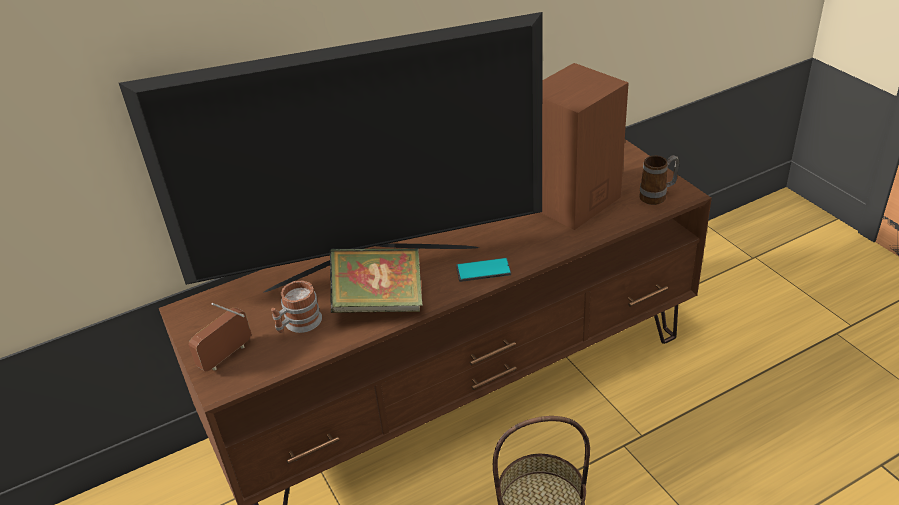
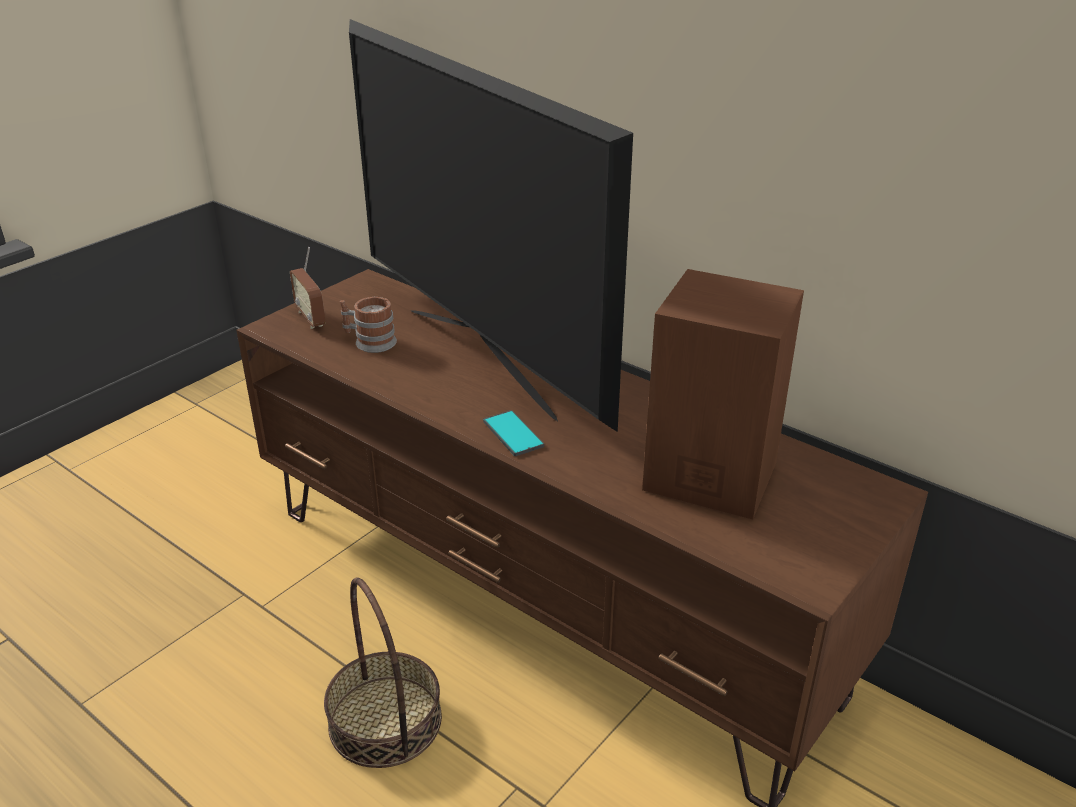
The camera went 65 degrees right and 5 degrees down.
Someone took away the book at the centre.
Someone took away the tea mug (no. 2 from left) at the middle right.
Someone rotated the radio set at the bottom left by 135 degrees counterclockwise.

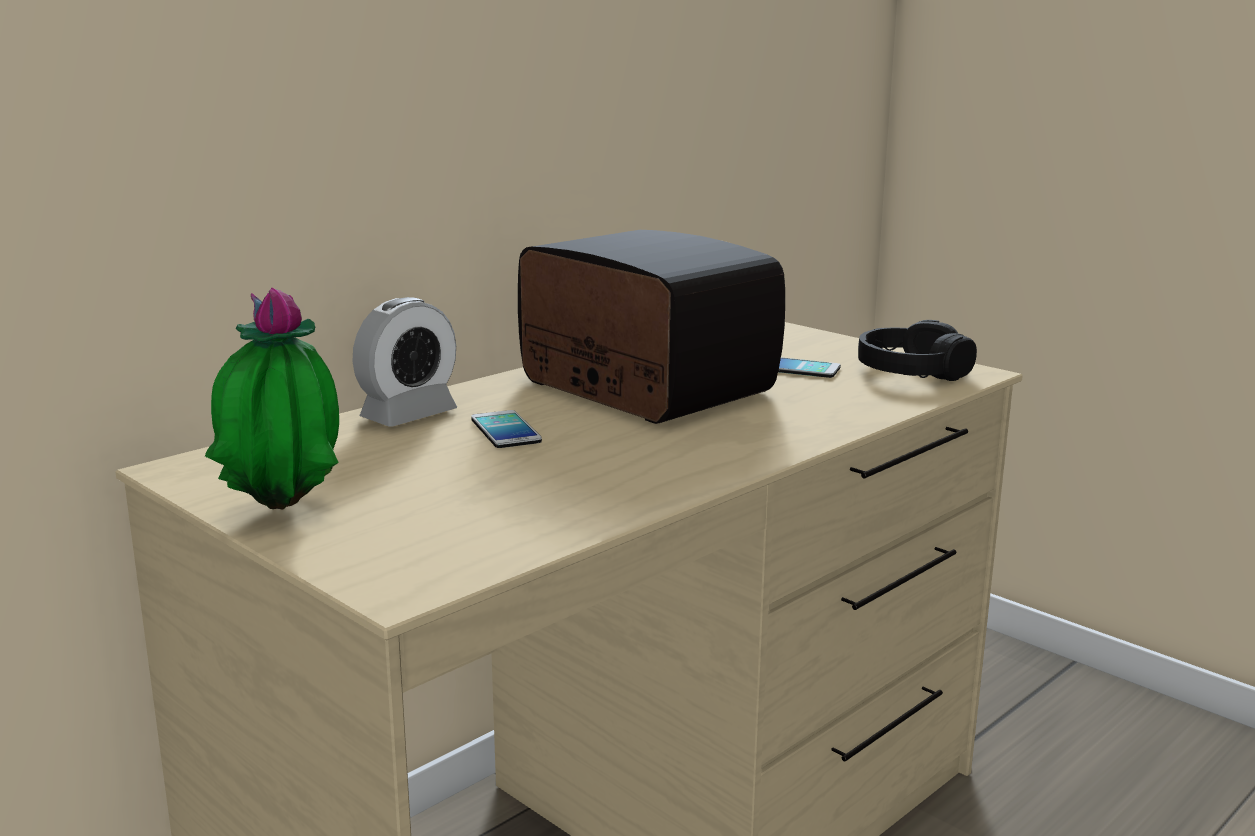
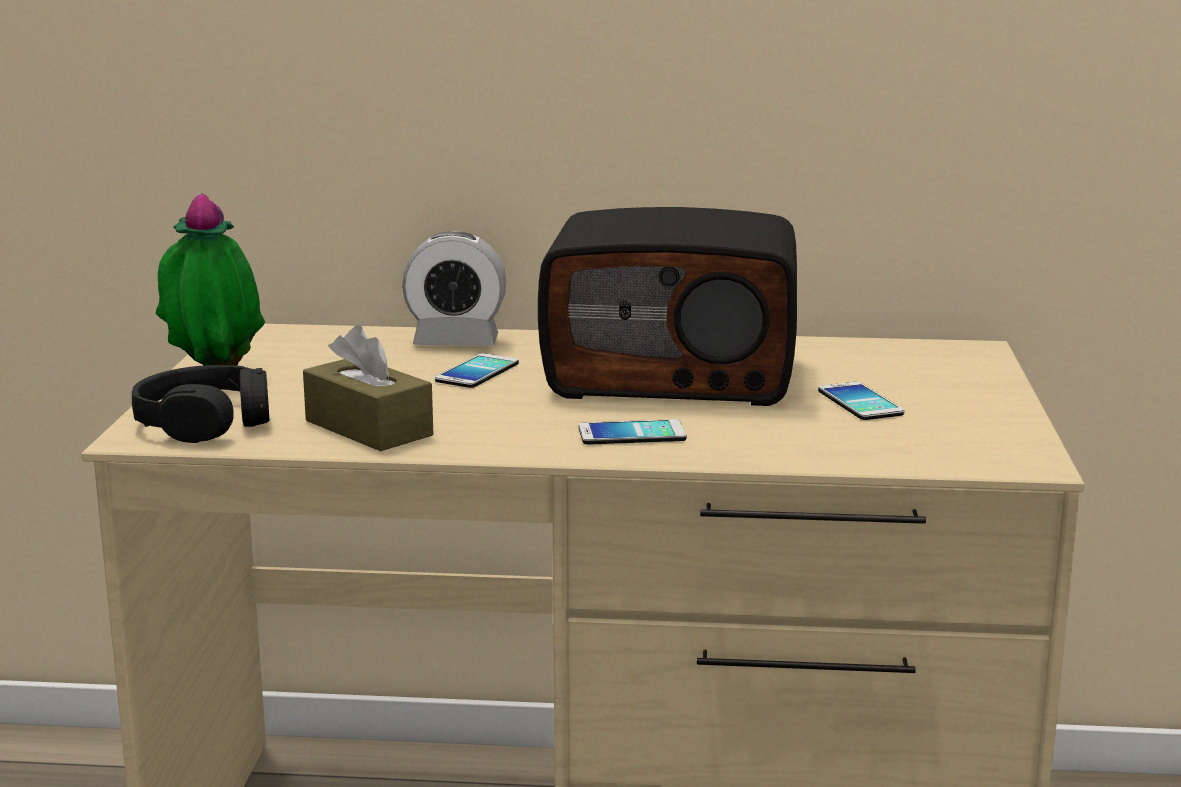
The camera went 50 degrees right and 0 degrees up.
Someone put down the tissue box in brown-coloured at the middle left.
Someone put down the telephone (no. 2 from left) at the centre.
Someone carried the headphones in black-coloured from the middle right to the middle left.
Someone rotated the radio set at the centre by 90 degrees clockwise.

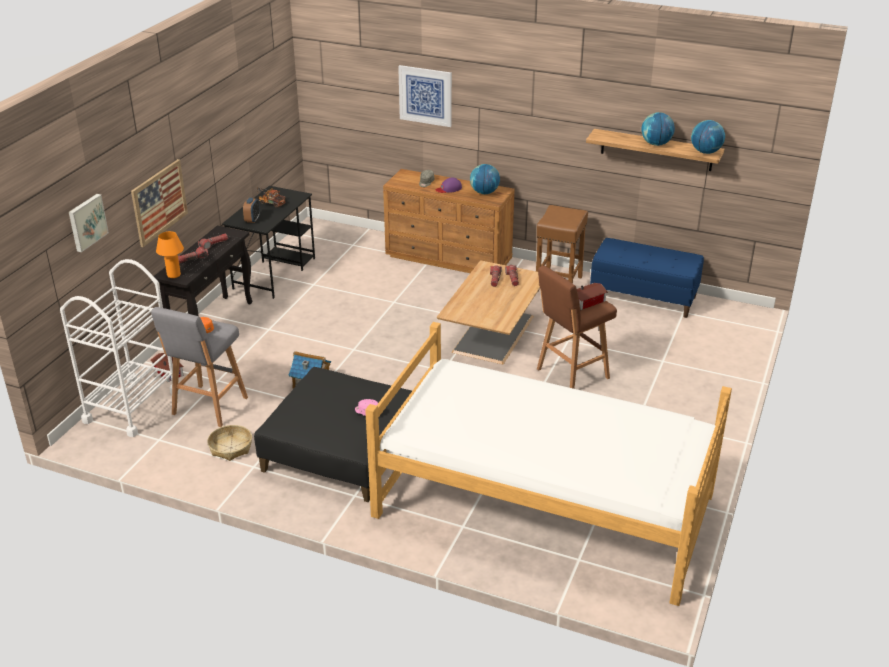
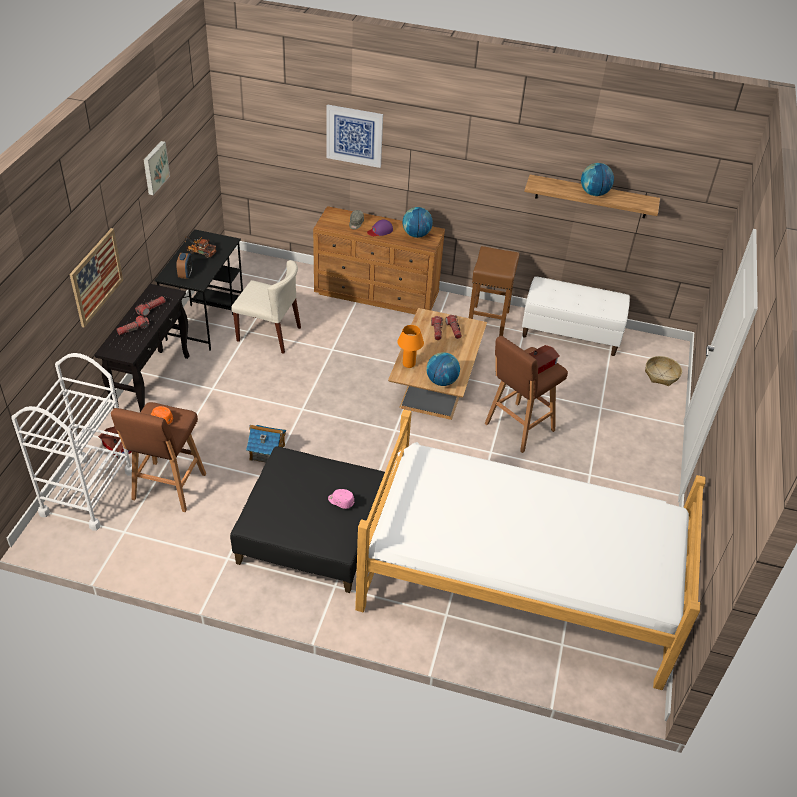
The camera went 10 degrees left and 10 degrees up.
Someone put down the plain chair in sand-coloured at the centre.
Someone carried the wall art (no. 1 from left in the first image) from the middle left to the top left.
Someone carried the table lamp in orange-coloured from the middle left to the centre.
Someone carried the basket from the middle left to the middle right.
Someone carried the globe (no. 3 from left in the first image) from the top right to the centre.
Someone repainted the stool seat in greyish at the middle left, which became the stool seat in brown-coloured (no. 1 from left) at the middle left.
Someone repainted the bench in blue-coloured at the middle right, which became the bench in white-coloured at the middle right.

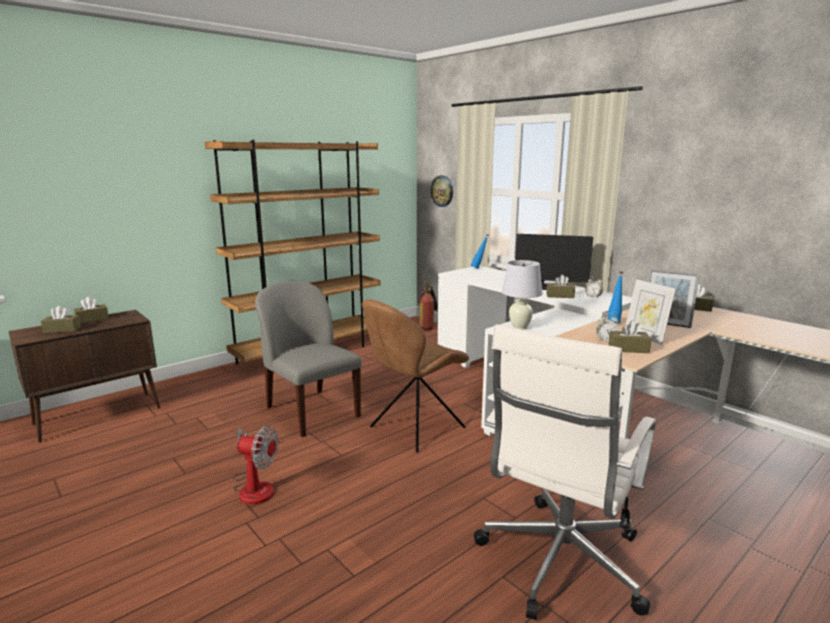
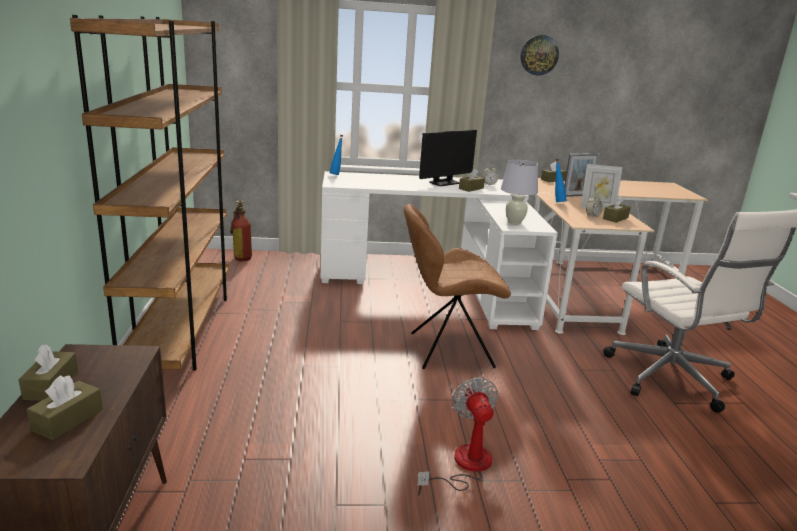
The camera went 55 degrees left and 5 degrees up.
Someone took away the plain chair in greyish at the centre.
Someone carried the hanging clock from the top centre to the top right.
Someone rotated the cooling fan at the bottom left by 60 degrees counterclockwise.
Someone rotated the plain chair in brown-coloured at the centre by 90 degrees clockwise.

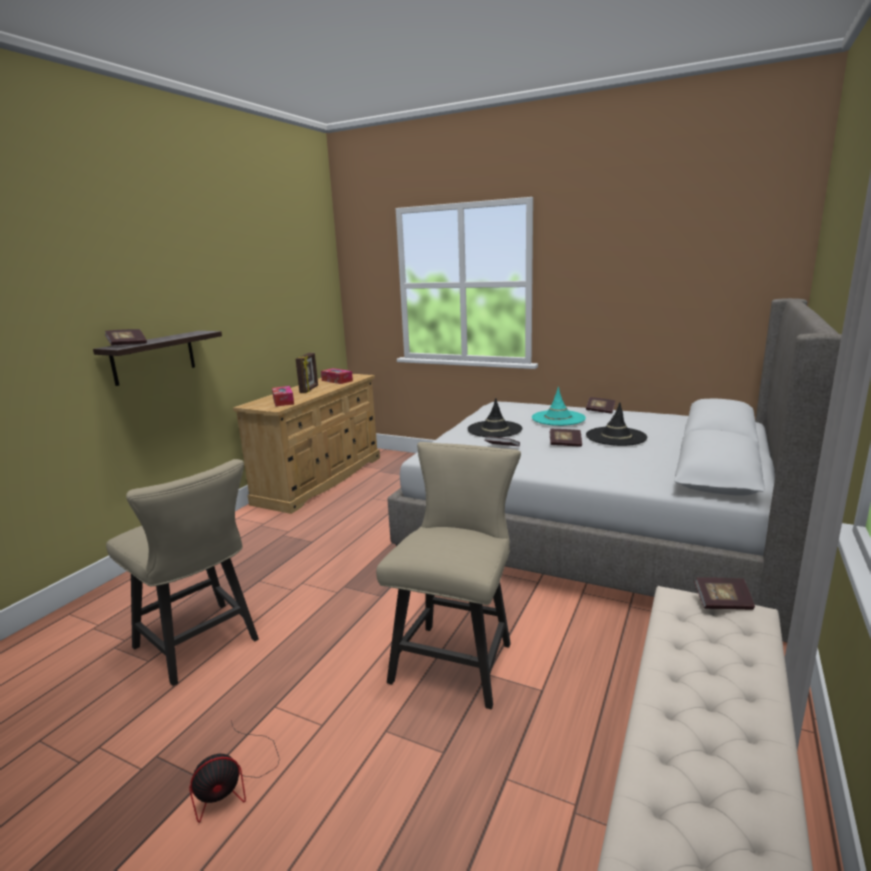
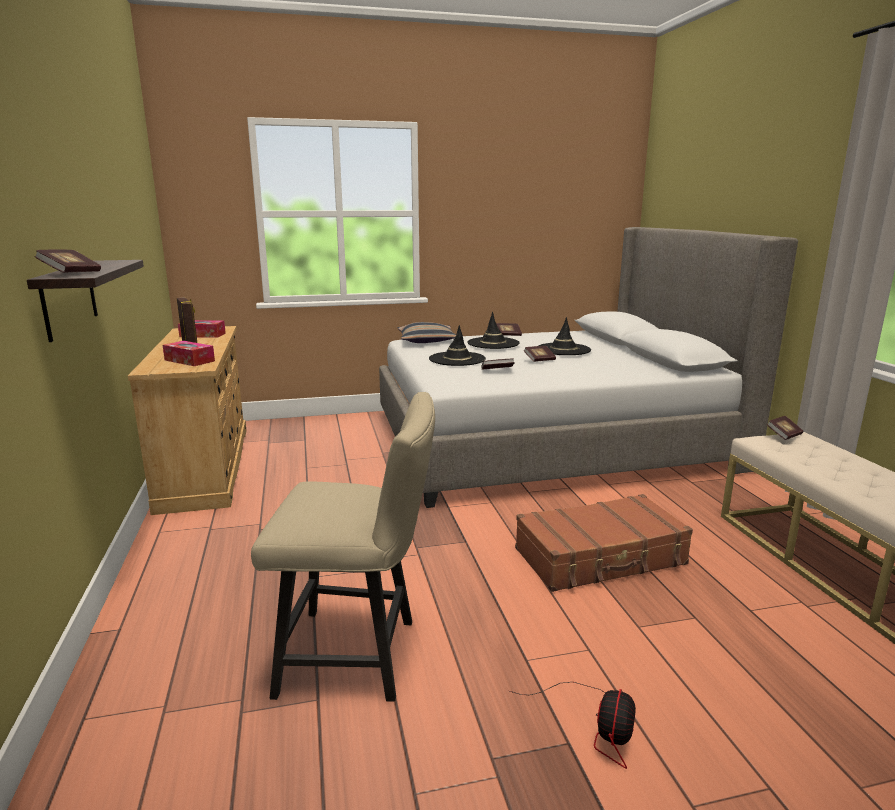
The camera went 40 degrees left and 0 degrees up.
Someone put down the pillow at the centre.
Someone swapped the plain chair in sand-coloured (no. 2 from left) at the centre for the travel case in brown-coloured at the bottom right.
Someone repainted the wearable hat in turquoise-coloured at the centre, which became the wearable hat in black-coloured (no. 2 from left) at the centre.

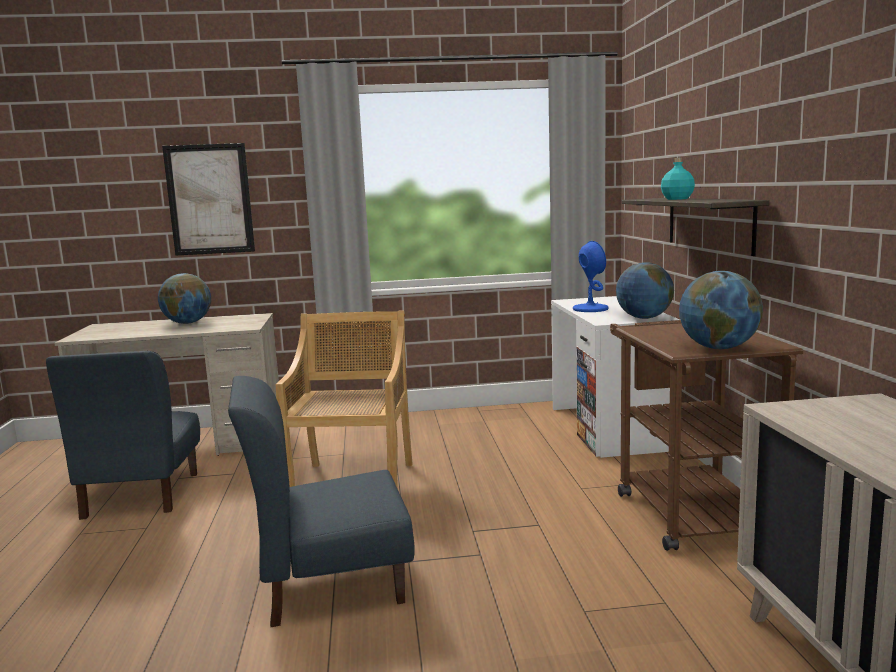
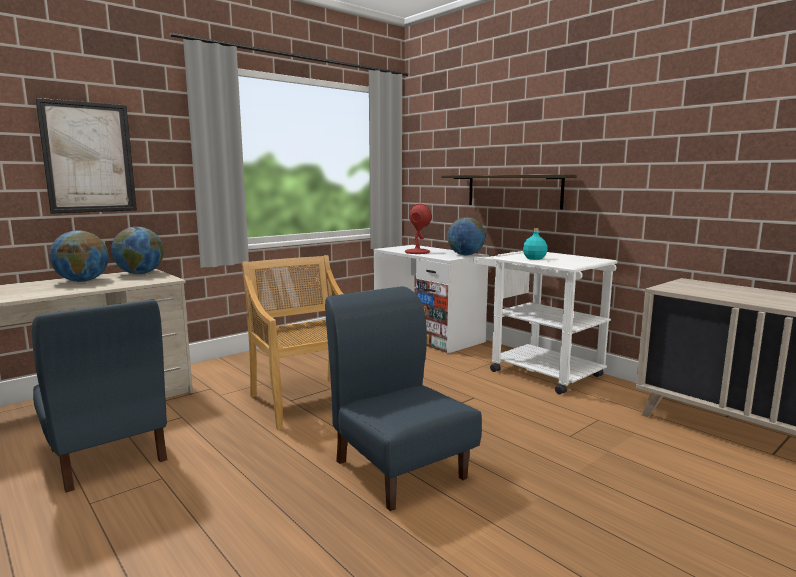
The camera went 35 degrees left and 0 degrees up.
Someone carried the drink bottle in turquoise-coloured from the top right to the middle right.
Someone carried the globe (no. 3 from left in the first image) from the middle right to the middle left.
Someone repainted the table lamp in blue-coloured at the centre, which became the table lamp in red at the centre.
Someone repainted the cart in brown-coloured at the middle right, which became the cart in white-coloured at the middle right.
Someone rotated the plain chair in blue-coloured (no. 2 from left) at the bottom centre by 105 degrees clockwise.

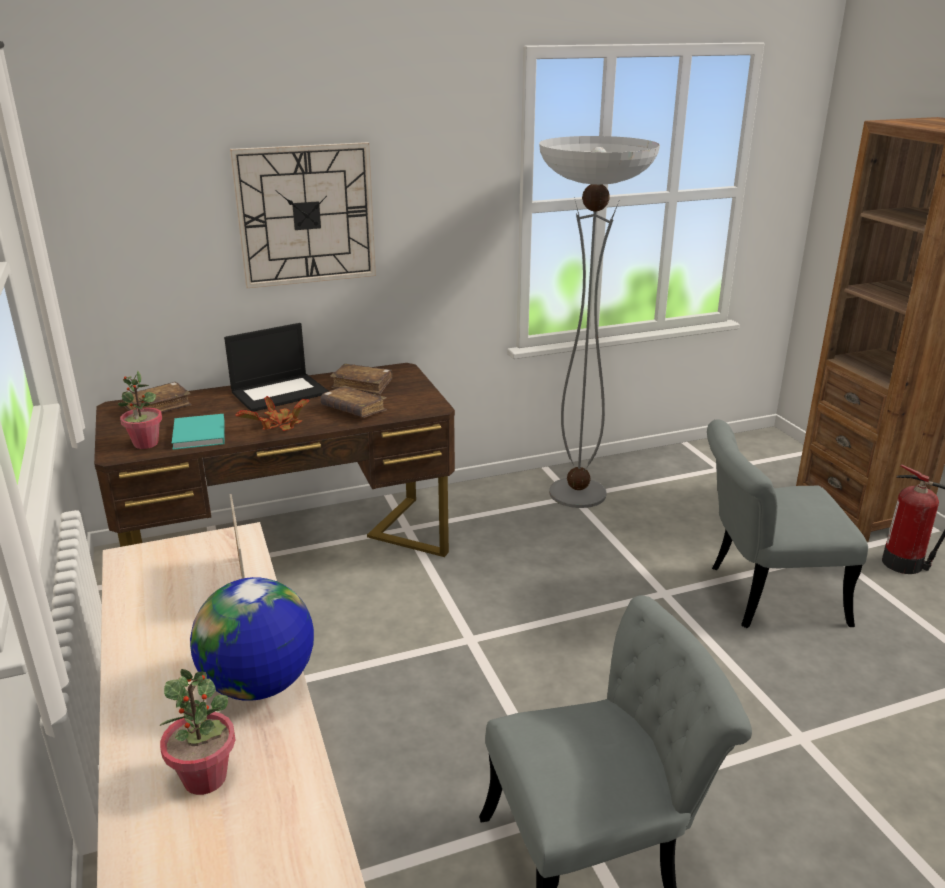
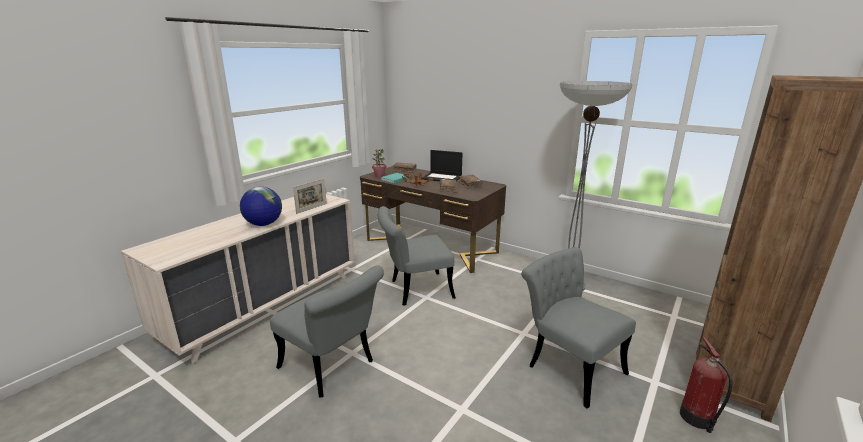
The camera went 55 degrees right and 5 degrees down.
Someone took away the plant in a pot (no. 2 from left) at the bottom left.
Someone took away the hanging clock at the top left.
Someone put down the plain chair in greyish (no. 2 from left) at the centre.

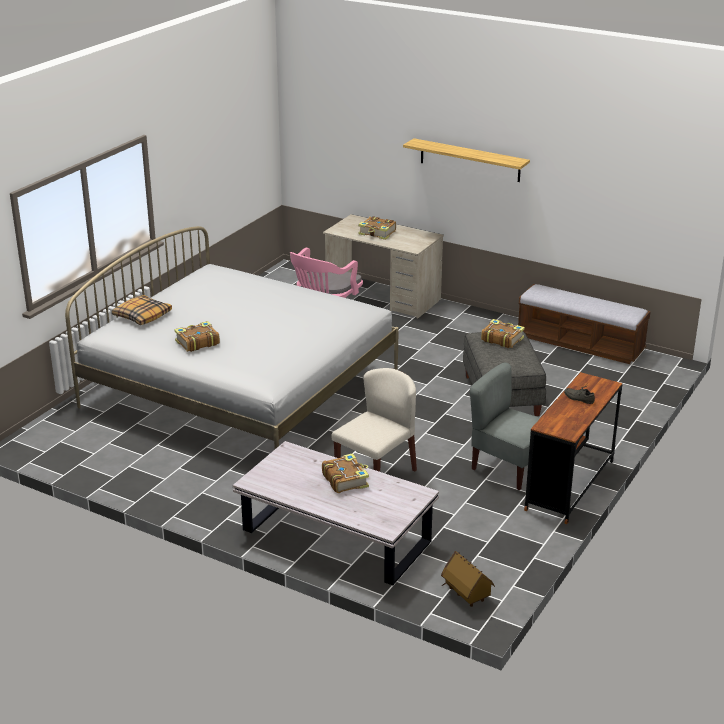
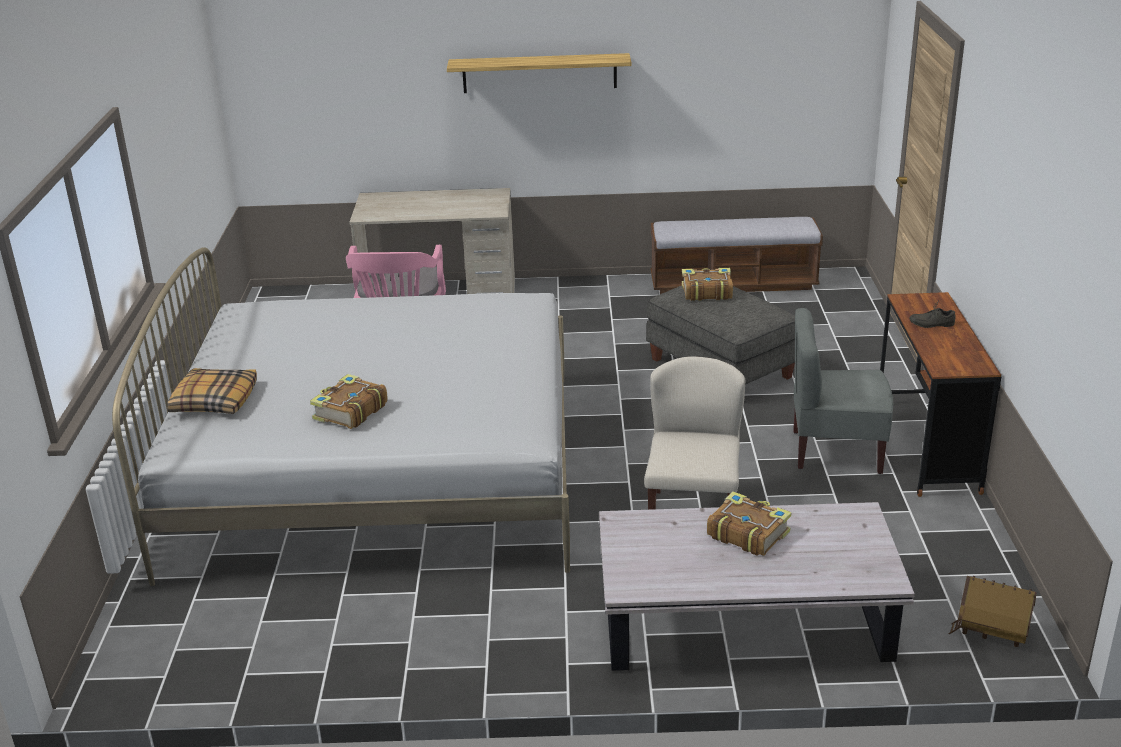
The camera went 30 degrees left and 0 degrees up.
Someone took away the book (no. 3 from left) at the top centre.

